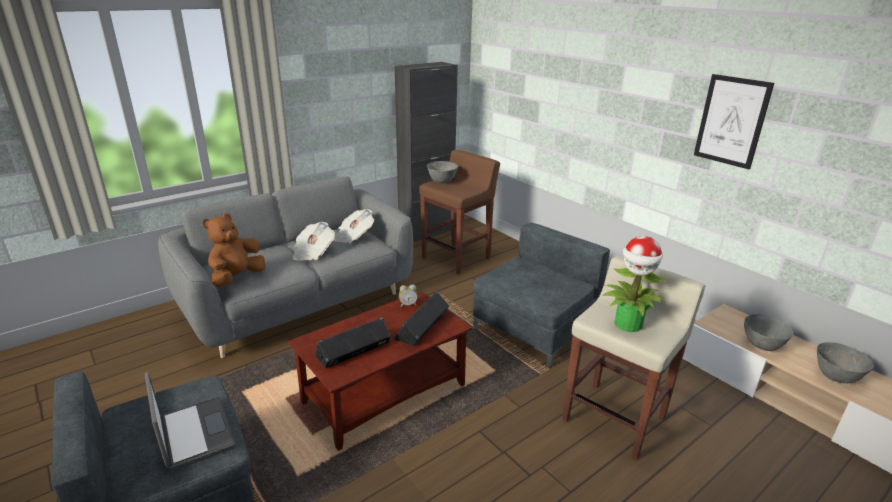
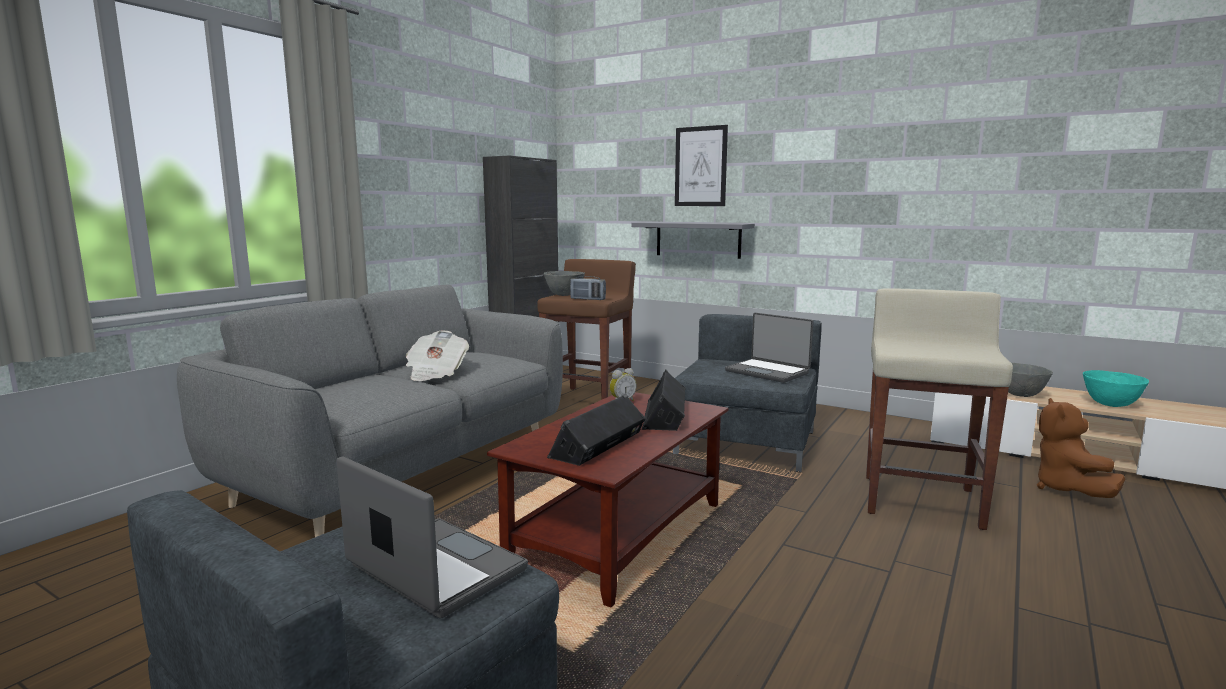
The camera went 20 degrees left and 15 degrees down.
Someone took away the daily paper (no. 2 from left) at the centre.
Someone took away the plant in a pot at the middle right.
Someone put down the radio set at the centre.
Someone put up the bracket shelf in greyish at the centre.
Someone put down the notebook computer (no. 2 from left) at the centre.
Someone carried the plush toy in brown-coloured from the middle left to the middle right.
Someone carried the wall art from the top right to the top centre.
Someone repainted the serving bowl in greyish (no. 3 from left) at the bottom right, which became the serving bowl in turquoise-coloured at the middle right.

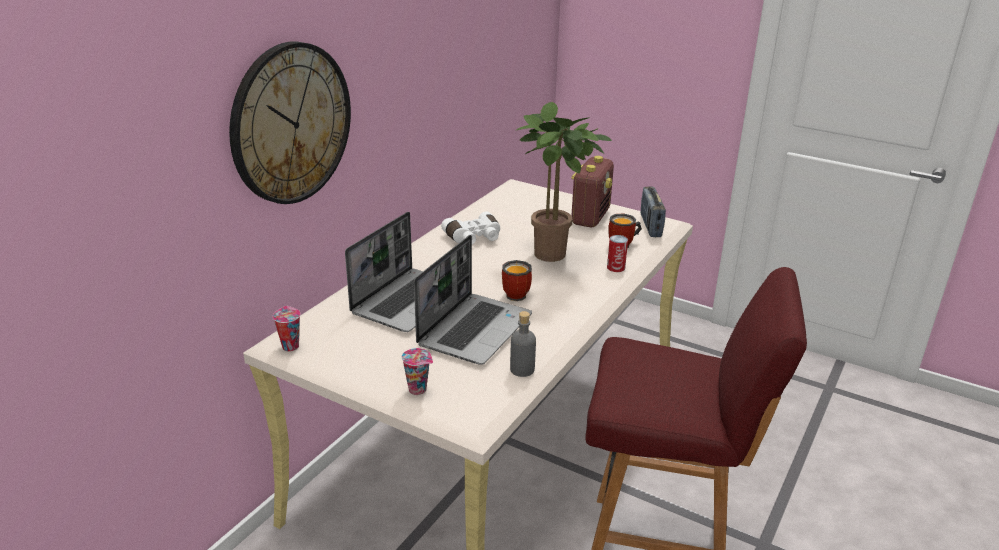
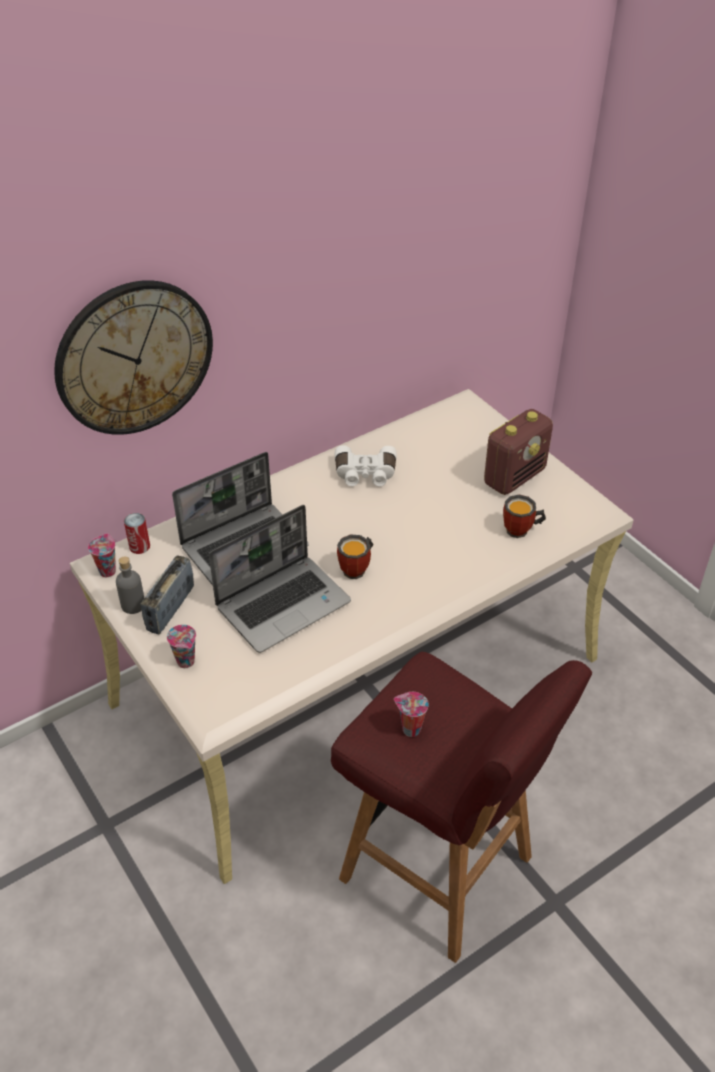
The camera went 25 degrees right and 15 degrees up.
Someone took away the plant in a pot at the top centre.
Someone put down the small cup (no. 3 from left) at the centre.
Someone carried the drink bottle in greyish from the centre to the middle left.
Someone carried the metal can from the centre to the middle left.
Someone carried the radio set (no. 2 from left in the first image) from the centre to the middle left.

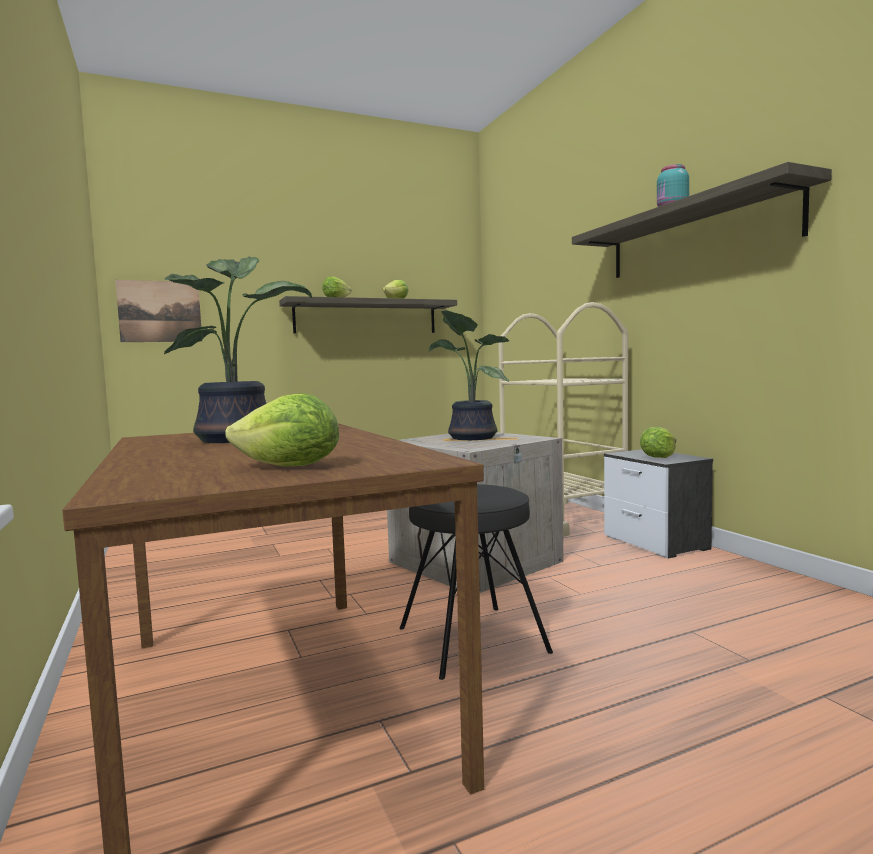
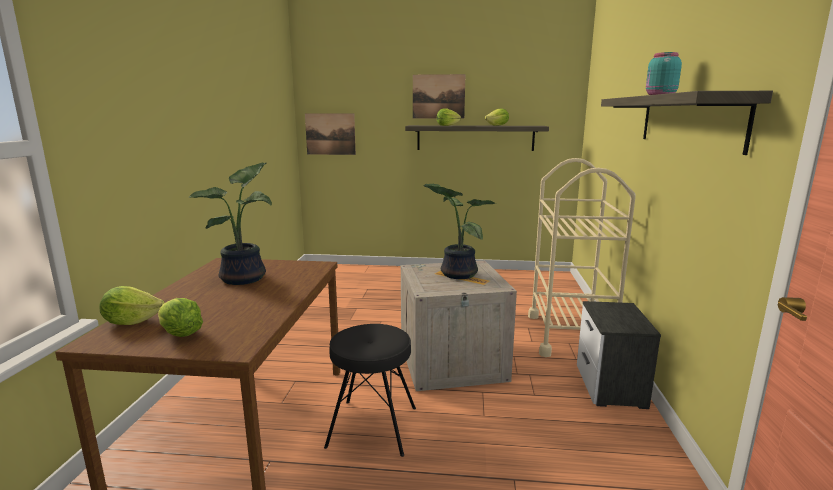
The camera went 30 degrees right and 10 degrees up.
Someone put up the wall art (no. 2 from left) at the top centre.
Someone carried the head of lettuce (no. 4 from left in the first image) from the middle right to the middle left.

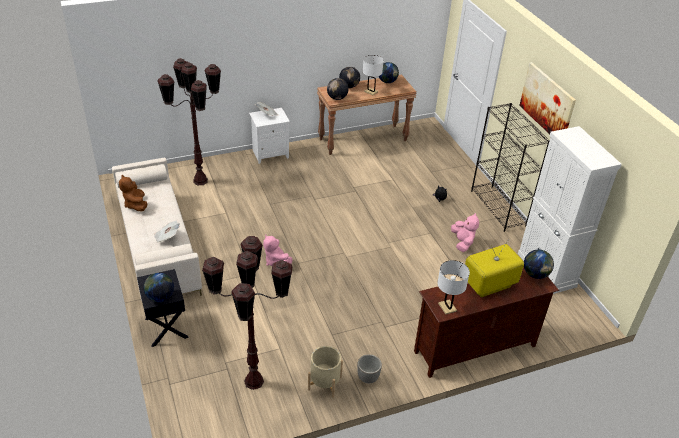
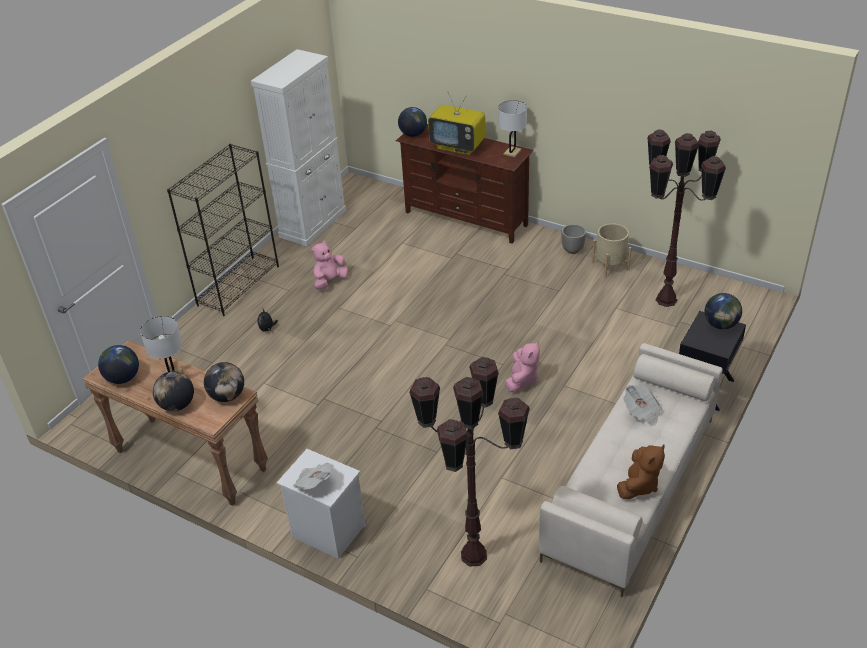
The camera went 125 degrees left and 0 degrees up.
Someone took away the wall art at the top right.

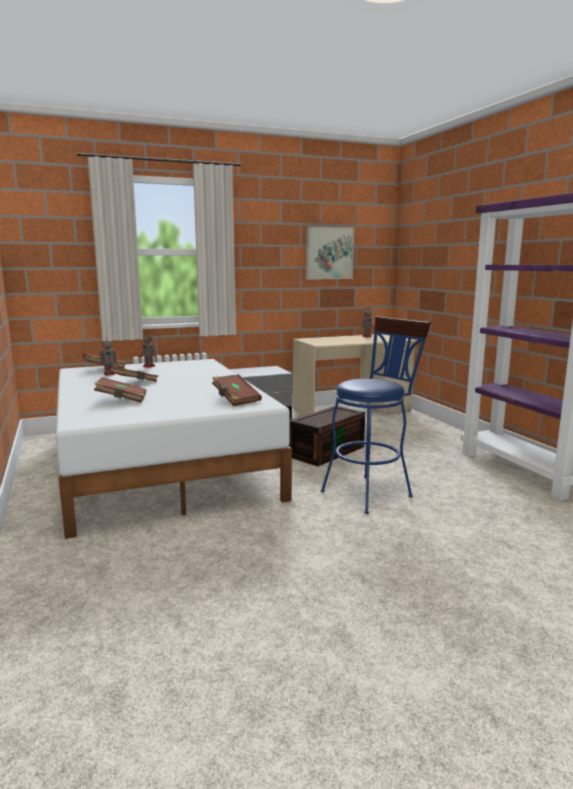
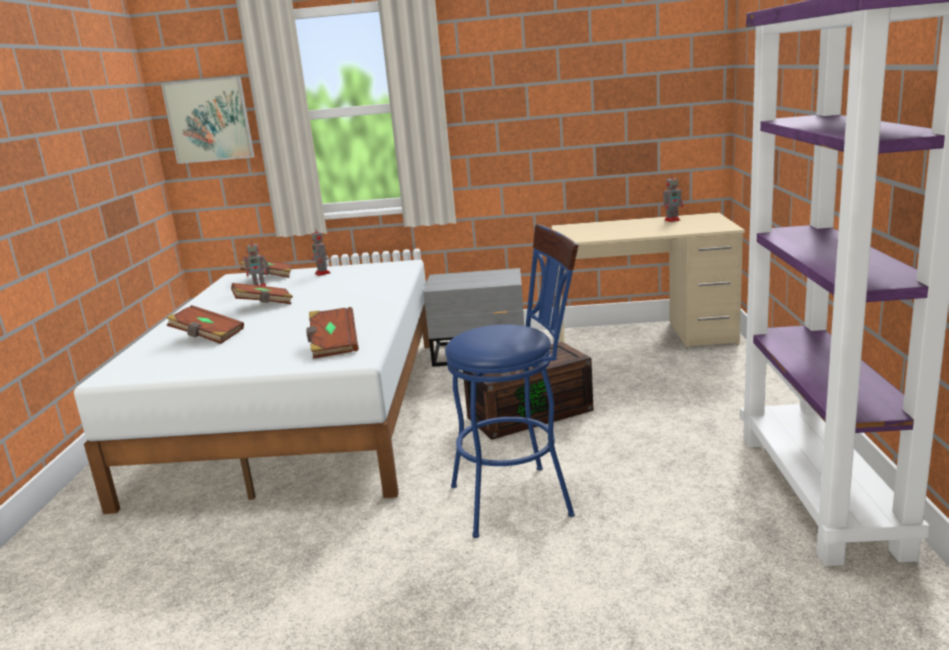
The camera went 25 degrees right and 5 degrees up.
Someone carried the wall art from the top centre to the top left.

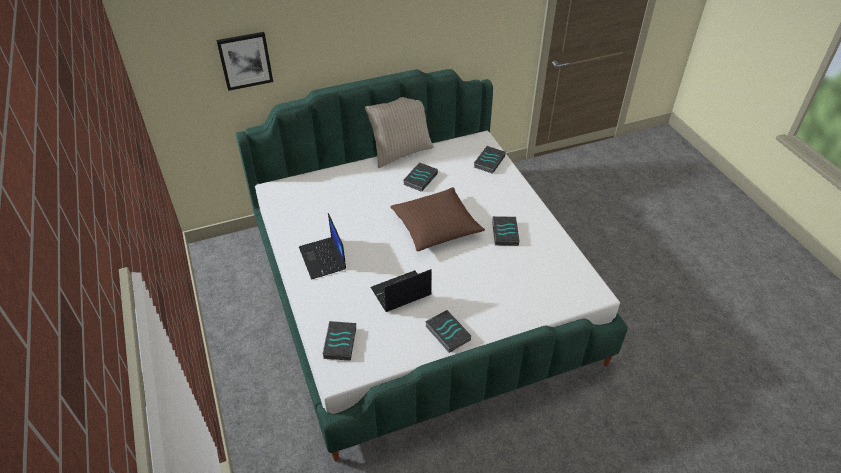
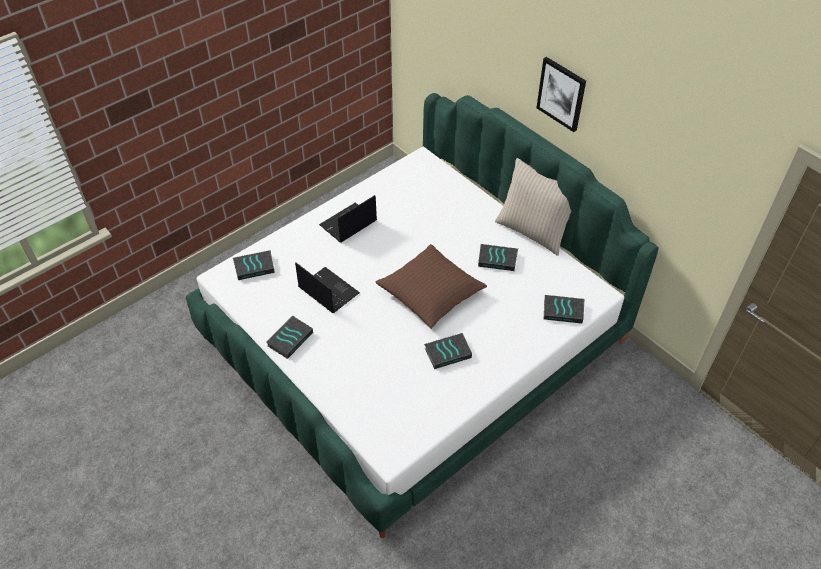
The camera went 70 degrees right and 5 degrees up.
Someone carried the wall art from the top left to the top right.

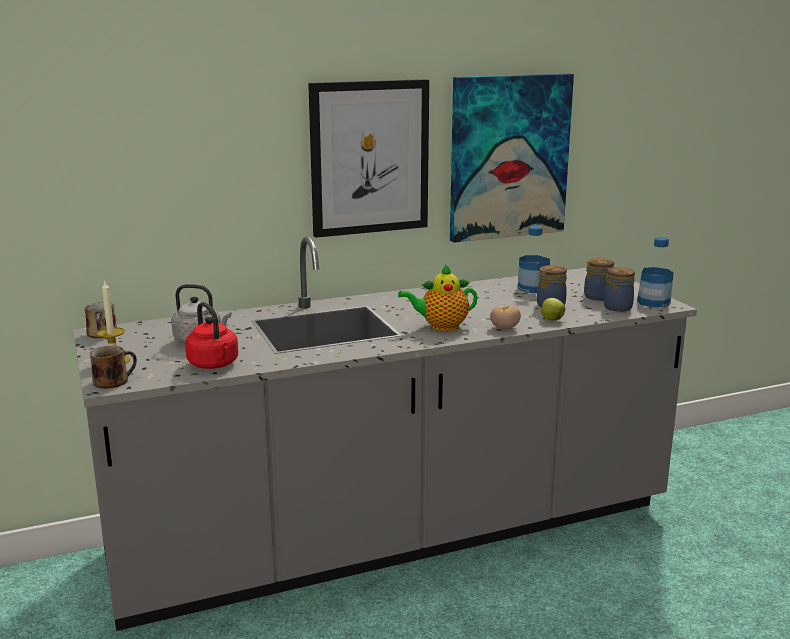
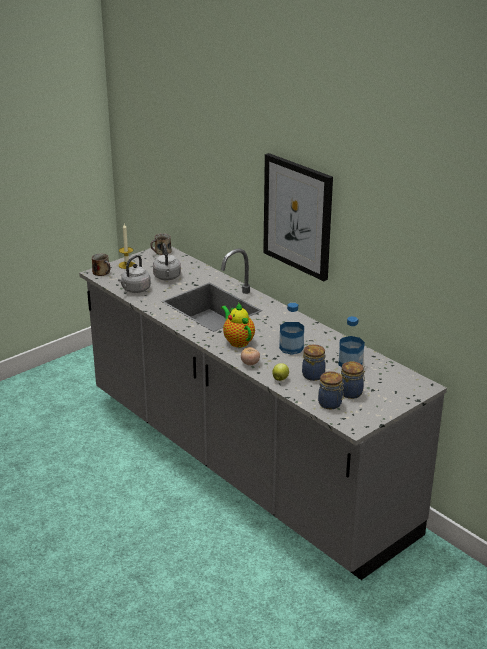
The camera went 70 degrees right and 10 degrees up.
Someone took away the wall art (no. 2 from left) at the top centre.
Someone carried the drink bottle (no. 2 from left in the first image) from the middle right to the centre.
Someone repainted the kettle in red at the middle left, which became the kettle in greyish (no. 1 from left) at the middle left.

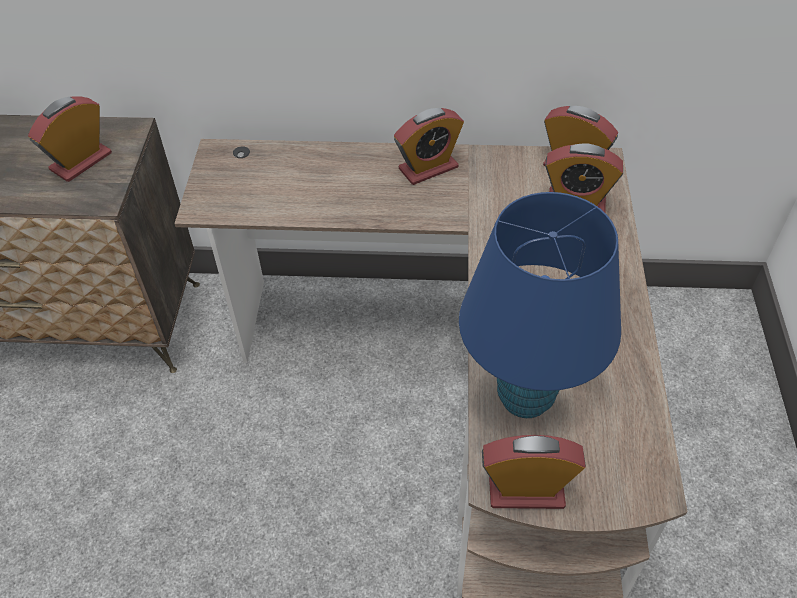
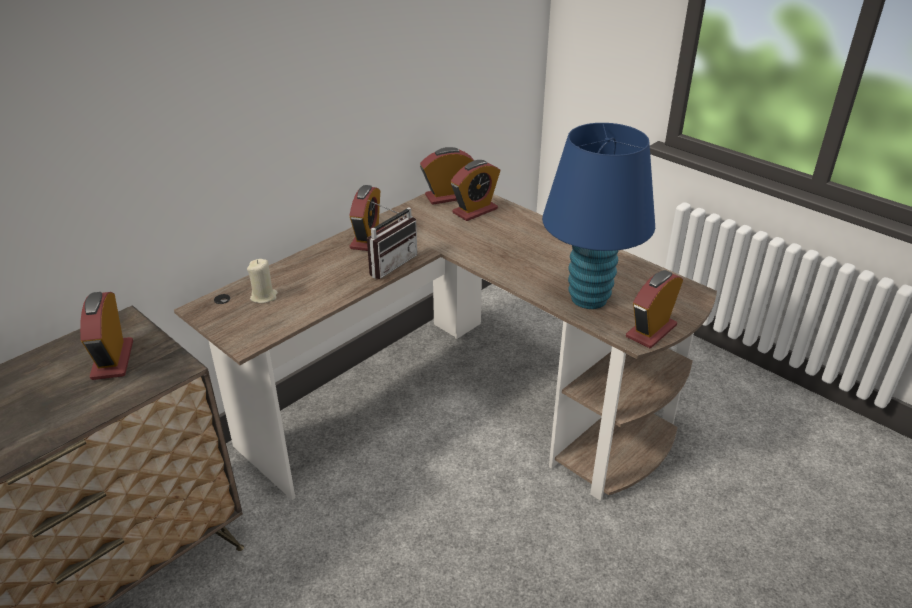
The camera went 50 degrees left and 15 degrees down.
Someone put down the wax light in sand-coloured at the middle left.
Someone put down the radio set at the centre.

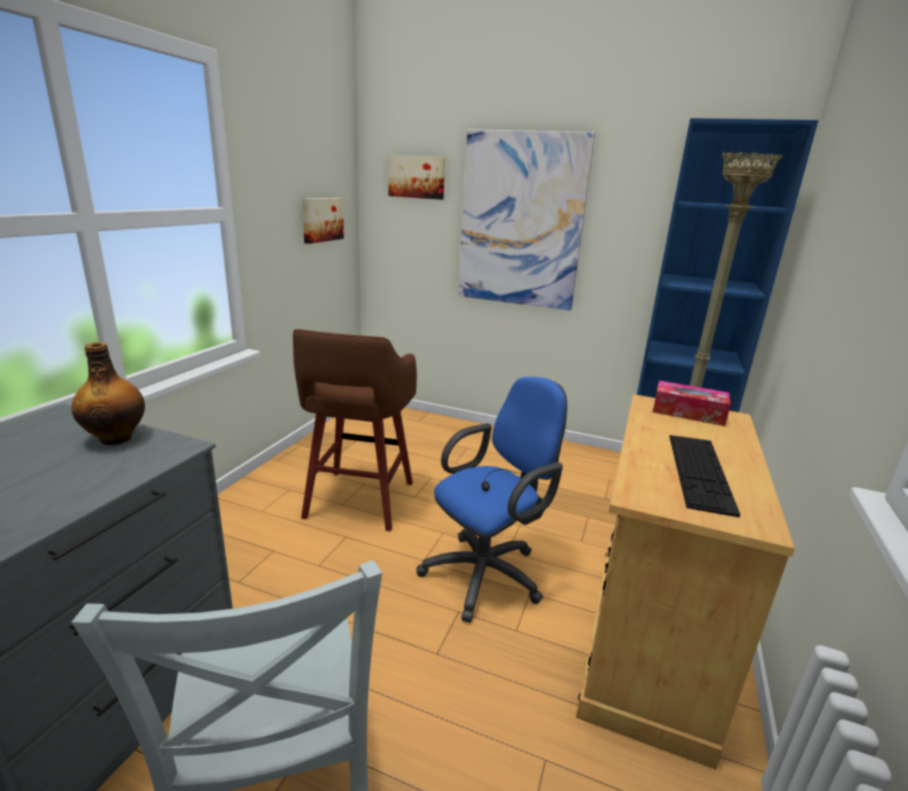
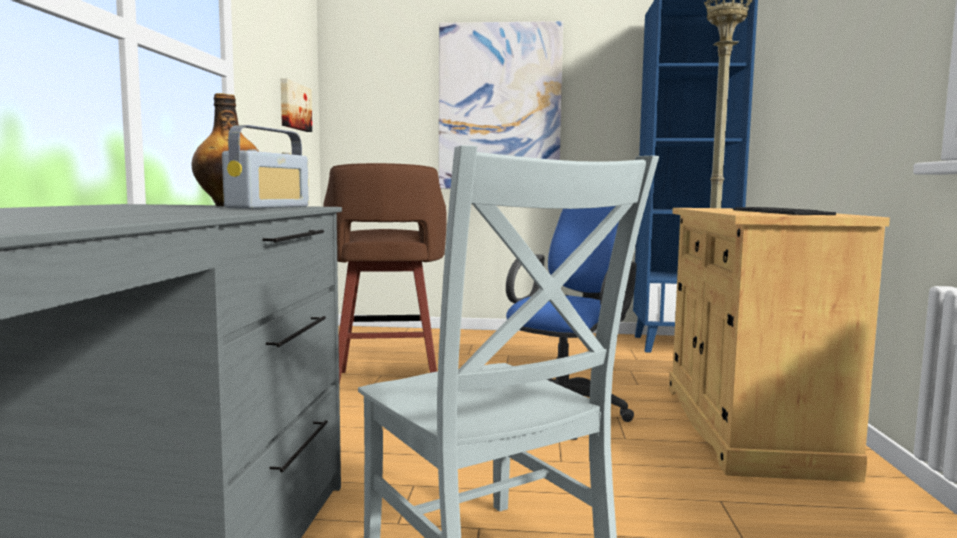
The camera went 15 degrees left and 15 degrees down.
Someone took away the wall art (no. 2 from left) at the top centre.
Someone took away the tissue box at the middle right.
Someone put down the radio set at the top left.

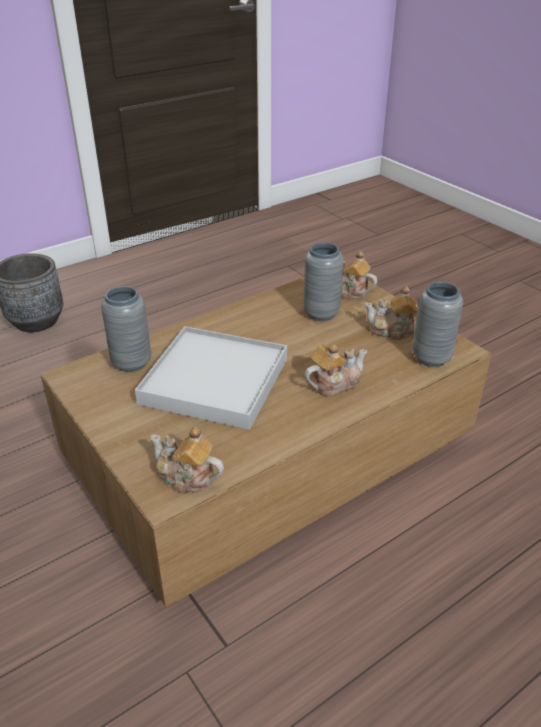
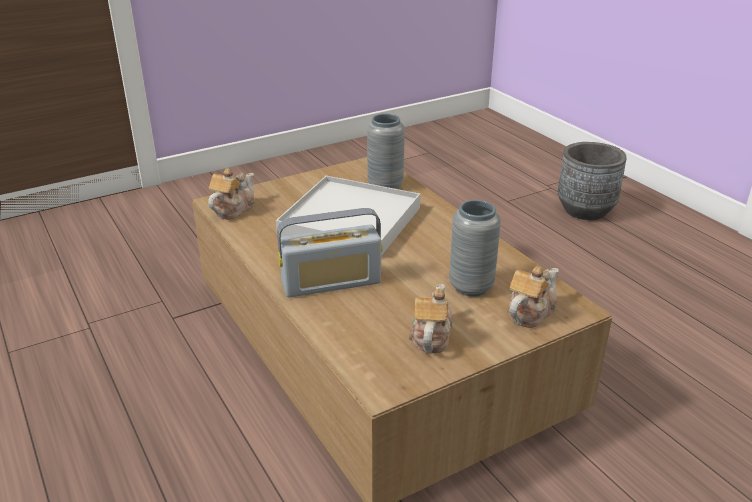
The camera went 95 degrees right and 5 degrees down.
Someone took away the flower vase in greyish (no. 3 from left) at the middle right.
Someone swapped the tea pot (no. 2 from left) at the centre for the radio set at the centre.

